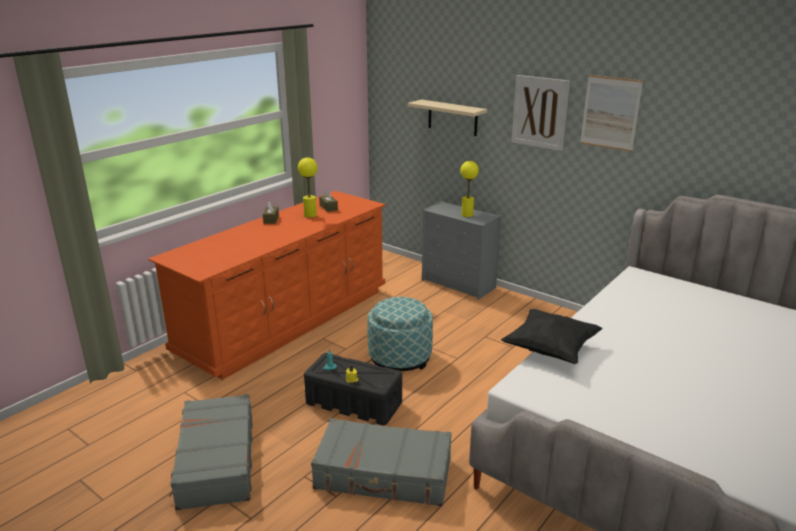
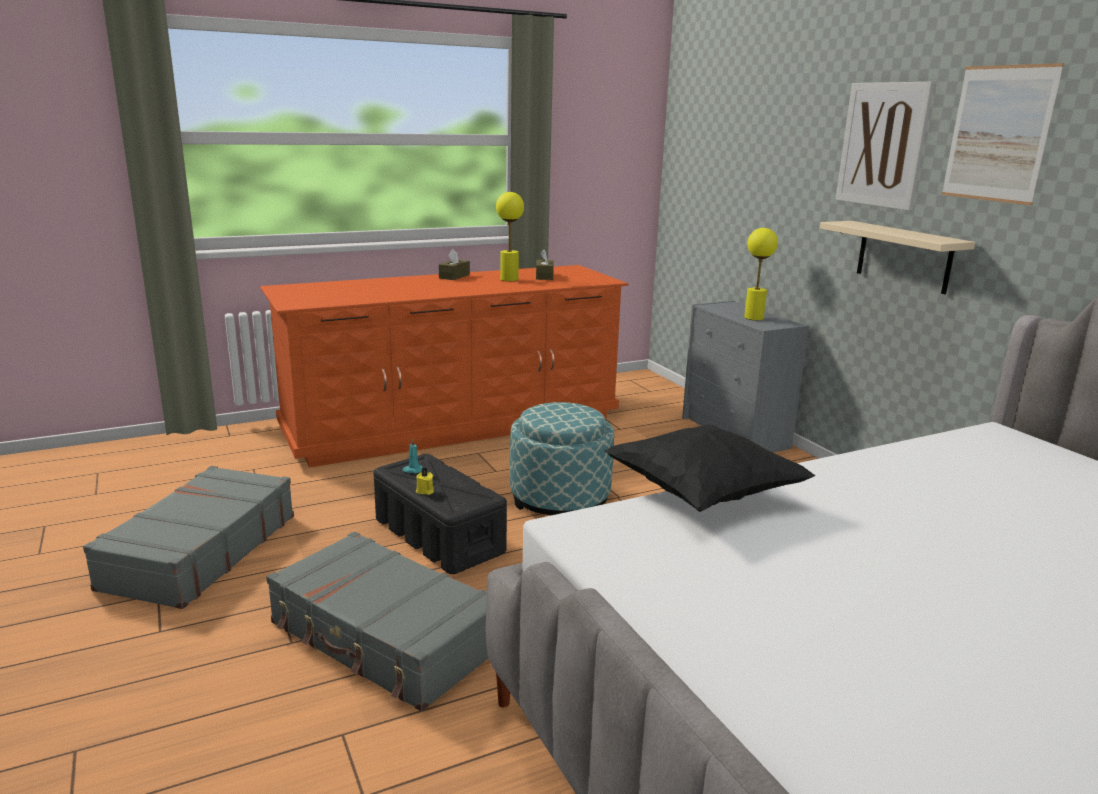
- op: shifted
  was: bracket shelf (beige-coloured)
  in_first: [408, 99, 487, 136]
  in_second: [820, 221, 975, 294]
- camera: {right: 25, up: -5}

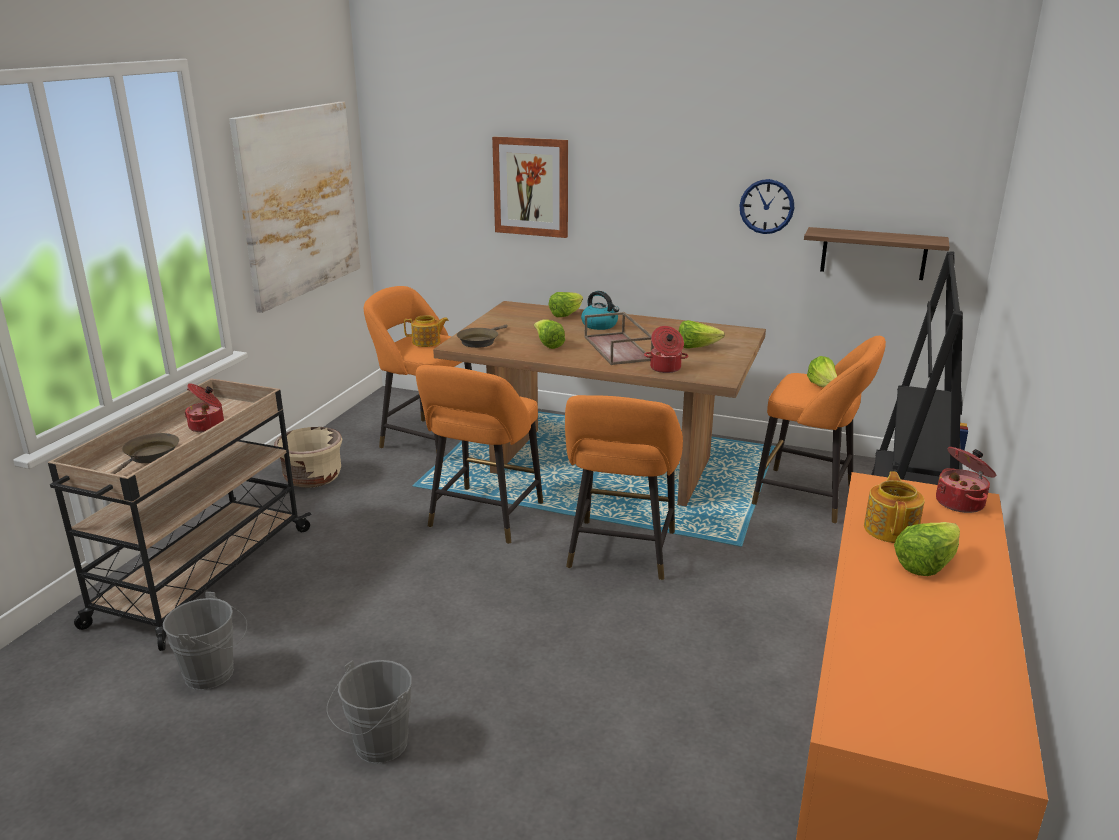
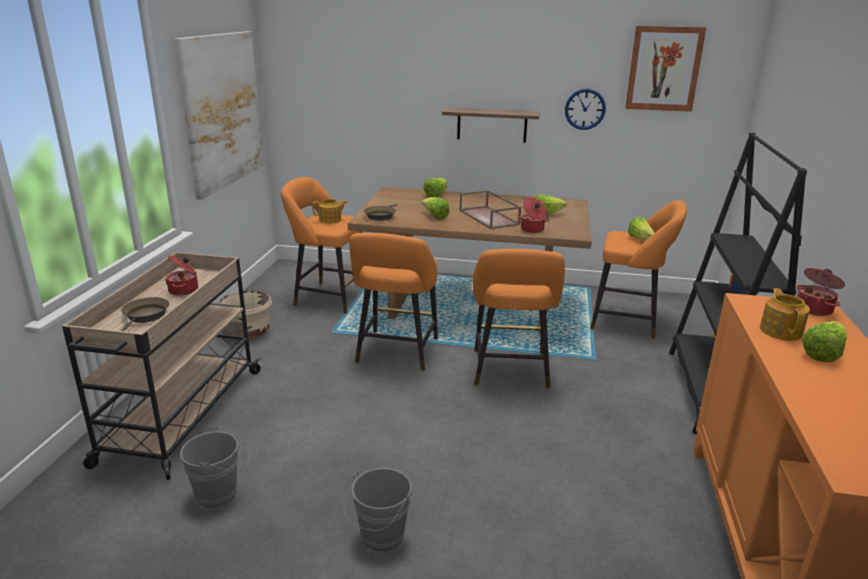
- op: shifted
  was: picture
  in_first: [492, 137, 568, 238]
  in_second: [625, 26, 706, 112]
- op: shifted
  was: bracket shelf
  in_first: [804, 227, 950, 280]
  in_second: [442, 107, 540, 143]
- op: gone
  was: kettle
  in_first: [581, 291, 619, 330]
- camera: {right: -10, up: 0}

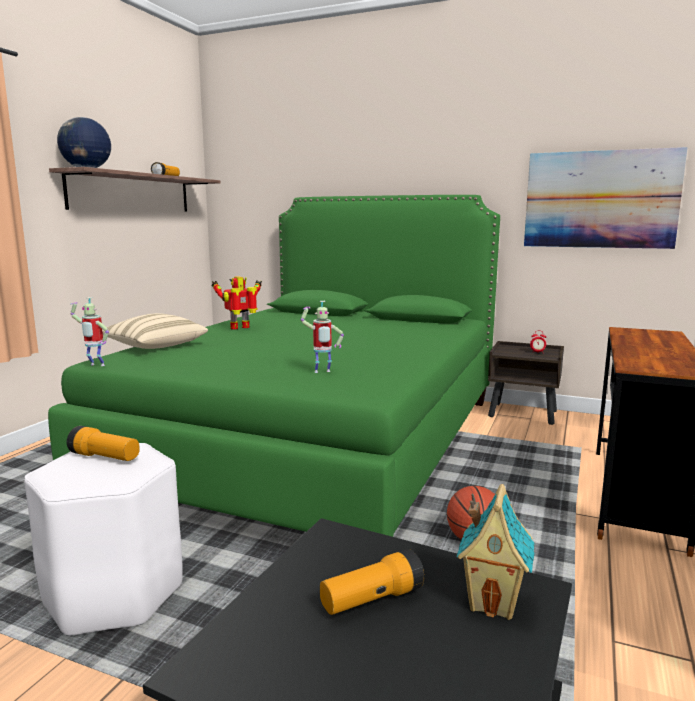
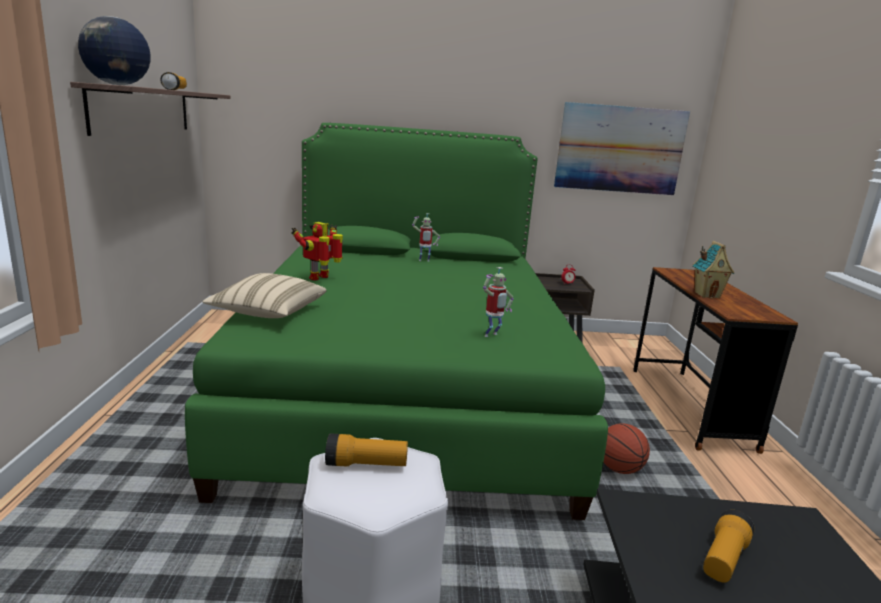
- op: shifted
  was: robot figure
  in_first: [71, 297, 109, 366]
  in_second: [412, 213, 440, 261]
- op: shifted
  was: miniature house
  in_first: [456, 484, 535, 620]
  in_second: [693, 241, 735, 299]
- camera: {right: -25, up: 5}

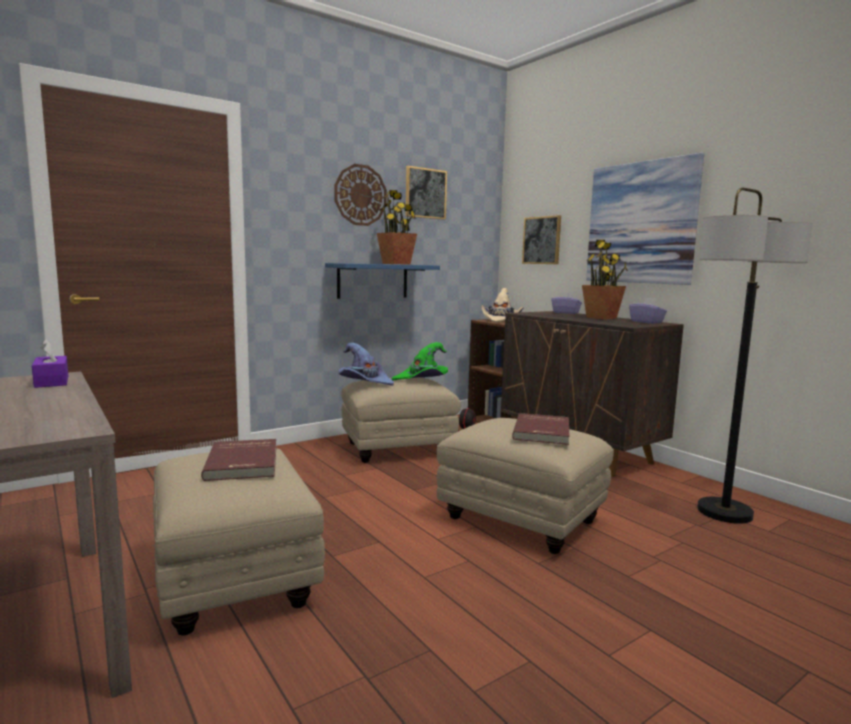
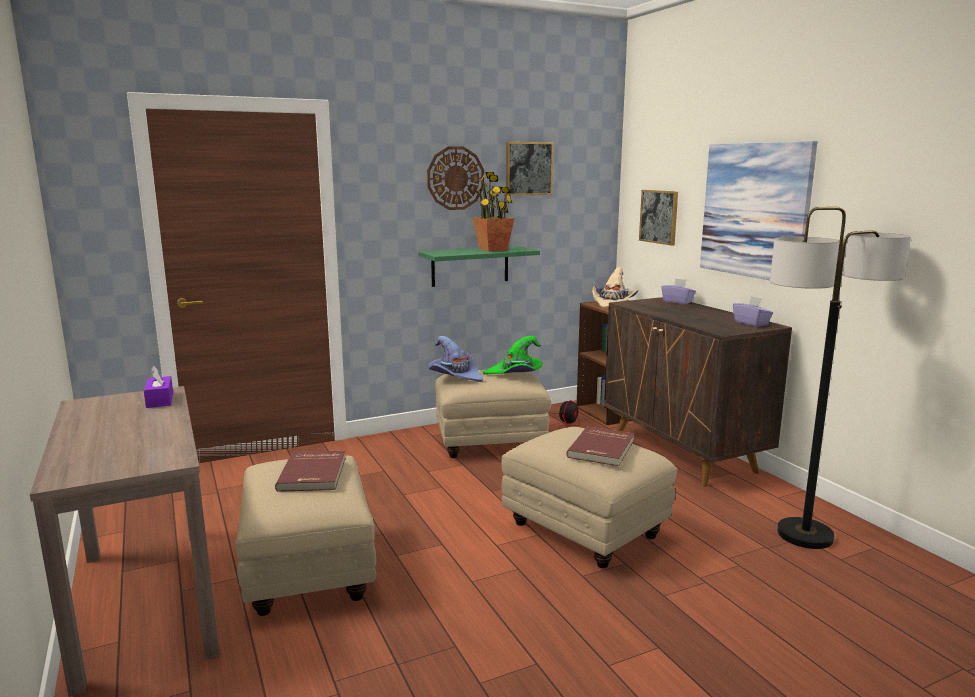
- op: gone
  was: houseplant
  in_first: [582, 240, 628, 320]
- op: repainted
  was: bracket shelf (blue-coloured)
  now: bracket shelf (greenish)
  in_first: [325, 263, 440, 299]
  in_second: [418, 246, 540, 287]
- camera: {right: 10, up: 5}

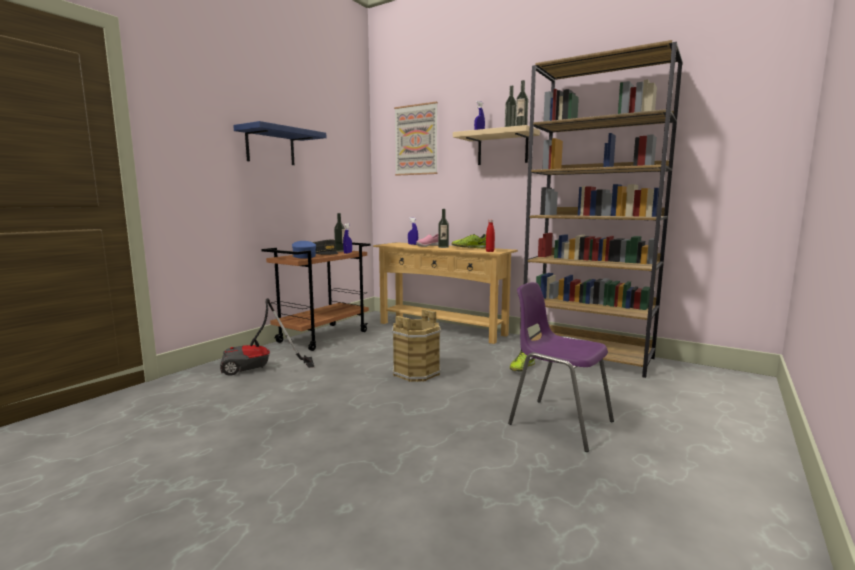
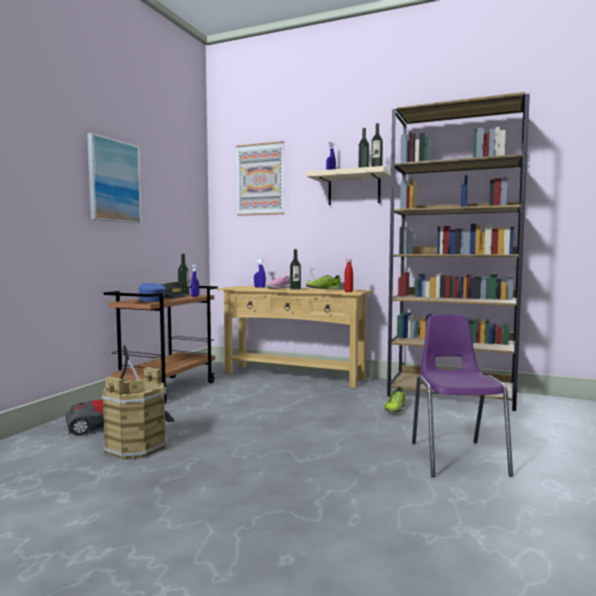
- op: swapped
  was: bracket shelf (blue-coloured)
  now: picture
  in_first: [233, 121, 326, 165]
  in_second: [87, 133, 141, 223]
- op: rotated
  was: upright chair (purple)
  in_first: [508, 282, 614, 452]
  in_second: [412, 314, 513, 477]
  clockwise: 60
- op: shifted
  was: pail (brown)
  in_first: [392, 309, 441, 382]
  in_second: [101, 367, 168, 460]
- camera: {right: -10, up: -5}

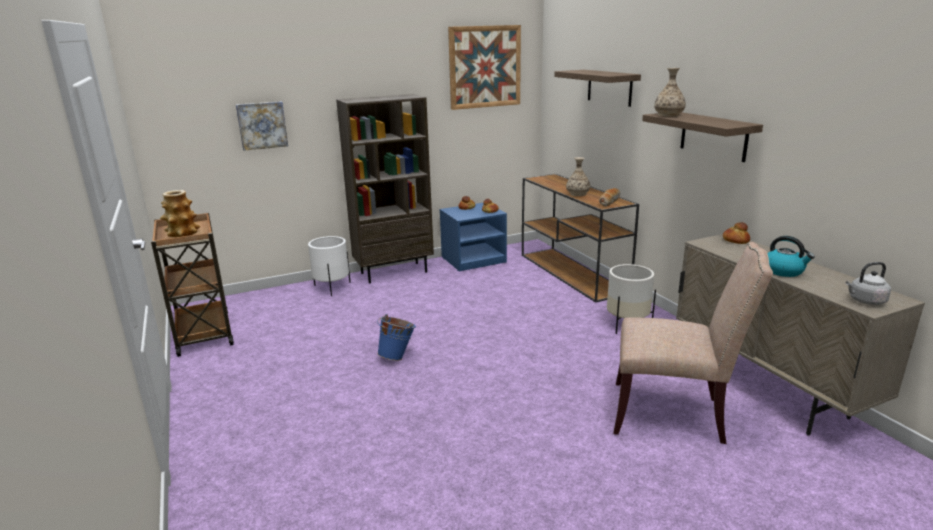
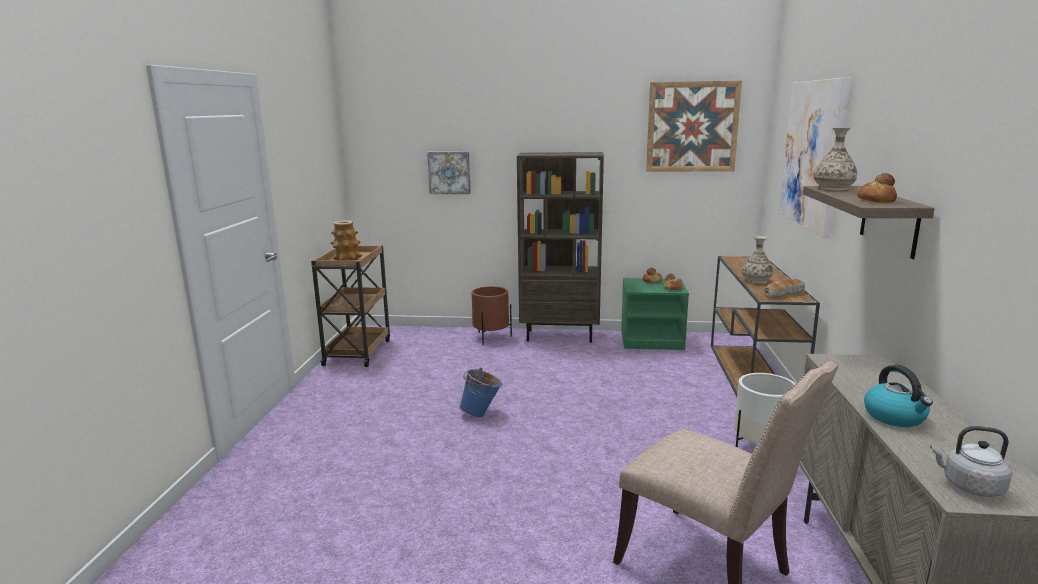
- op: swapped
  was: bracket shelf
  now: picture
  in_first: [554, 70, 641, 107]
  in_second: [779, 77, 851, 237]
- op: repainted
  was: nightstand (blue-coloured)
  now: nightstand (greenish)
  in_first: [440, 203, 507, 271]
  in_second: [621, 278, 689, 350]
- op: shifted
  was: bread
  in_first: [723, 222, 750, 244]
  in_second: [857, 173, 897, 203]
- op: repainted
  was: plant pot (whitish)
  now: plant pot (brown)
  in_first: [308, 236, 351, 296]
  in_second: [472, 286, 512, 345]
- camera: {right: 30, up: -5}

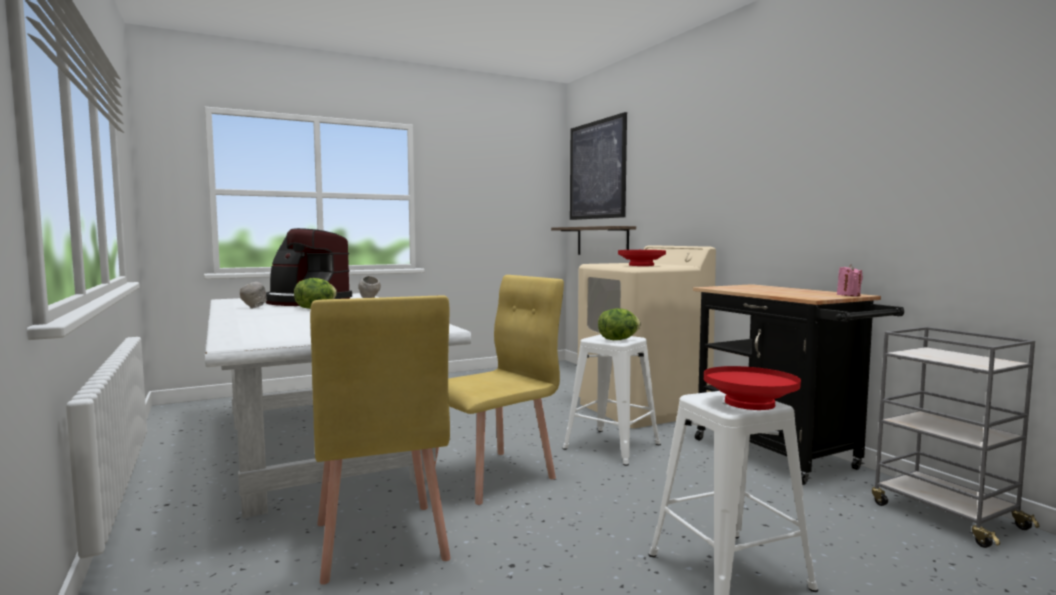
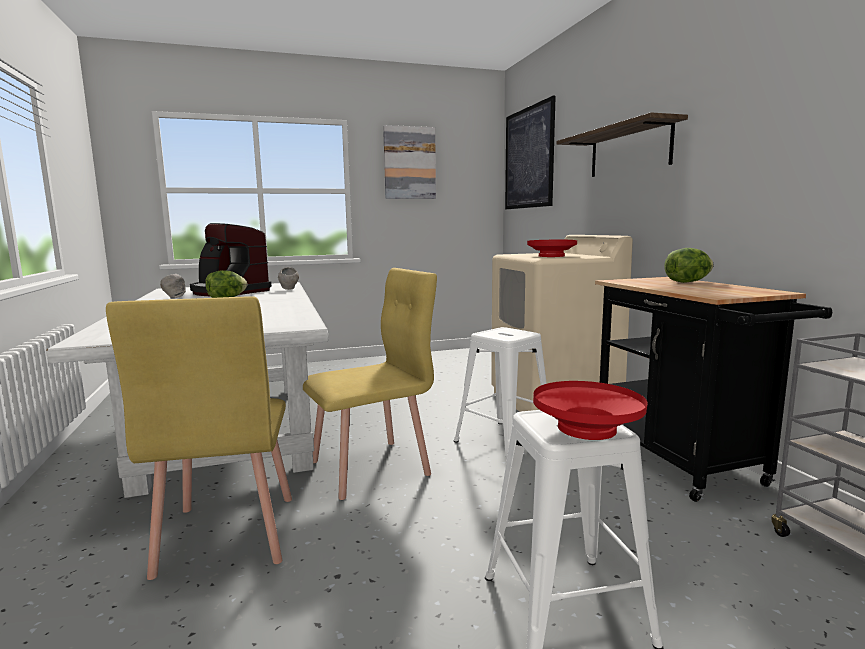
- op: shifted
  was: bracket shelf
  in_first: [551, 226, 636, 255]
  in_second: [556, 112, 688, 177]
- op: gone
  was: wax light (pinkish)
  in_first: [837, 265, 863, 296]
- op: shifted
  was: lettuce head
  in_first: [598, 308, 641, 340]
  in_second: [664, 248, 714, 283]
- op: new
  now: picture
  in_second: [383, 125, 436, 199]
- camera: {right: 10, up: 5}

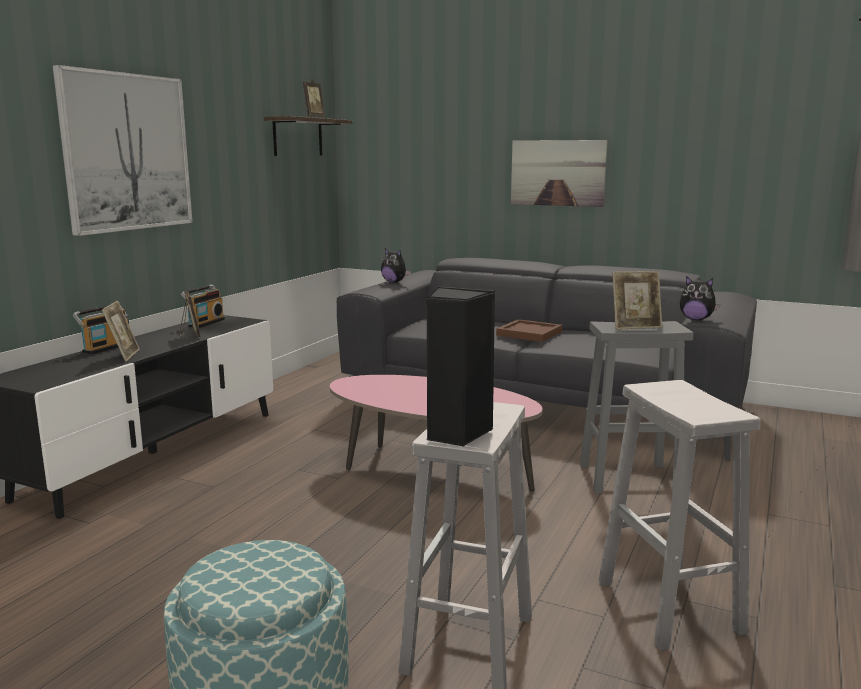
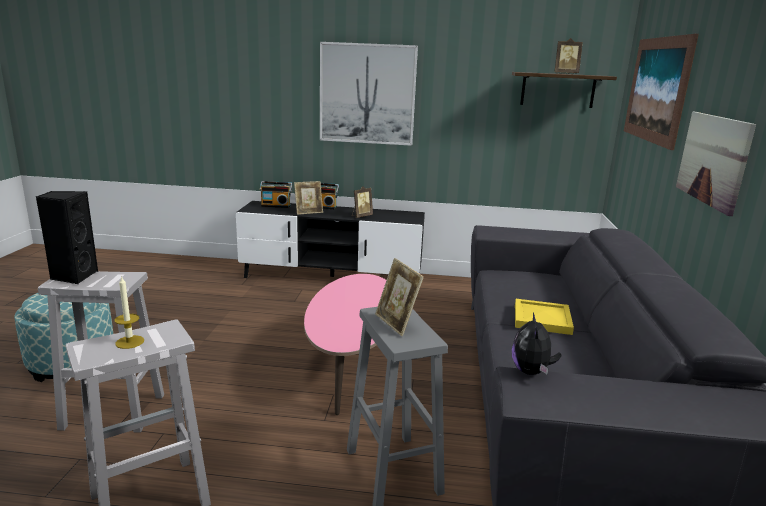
- op: gone
  was: plush toy
  in_first: [381, 249, 411, 283]
- op: shifted
  was: radio receiver
  in_first: [181, 284, 225, 328]
  in_second: [260, 181, 292, 208]
- op: repainted
  was: tray (brown)
  now: tray (yellowish)
  in_first: [496, 319, 563, 342]
  in_second: [515, 299, 574, 335]
- op: new
  now: picture
  in_second: [624, 34, 699, 150]
- op: new
  now: wax light
  in_second: [114, 276, 144, 349]
- camera: {right: 70, up: 5}

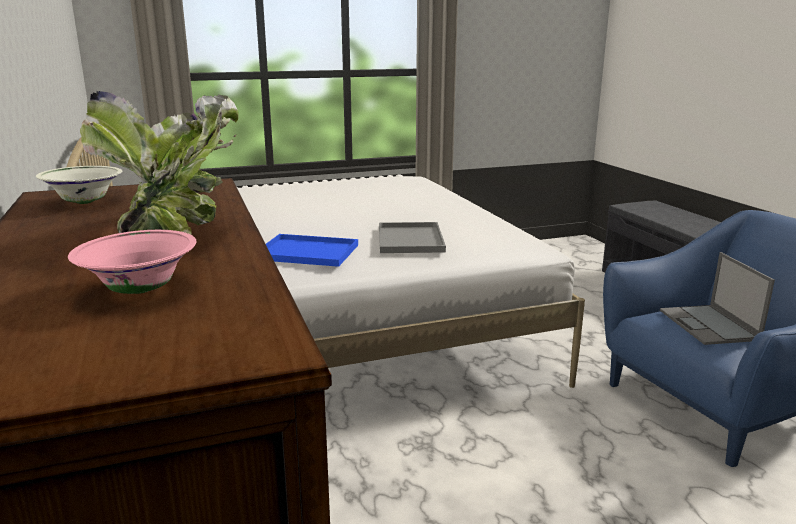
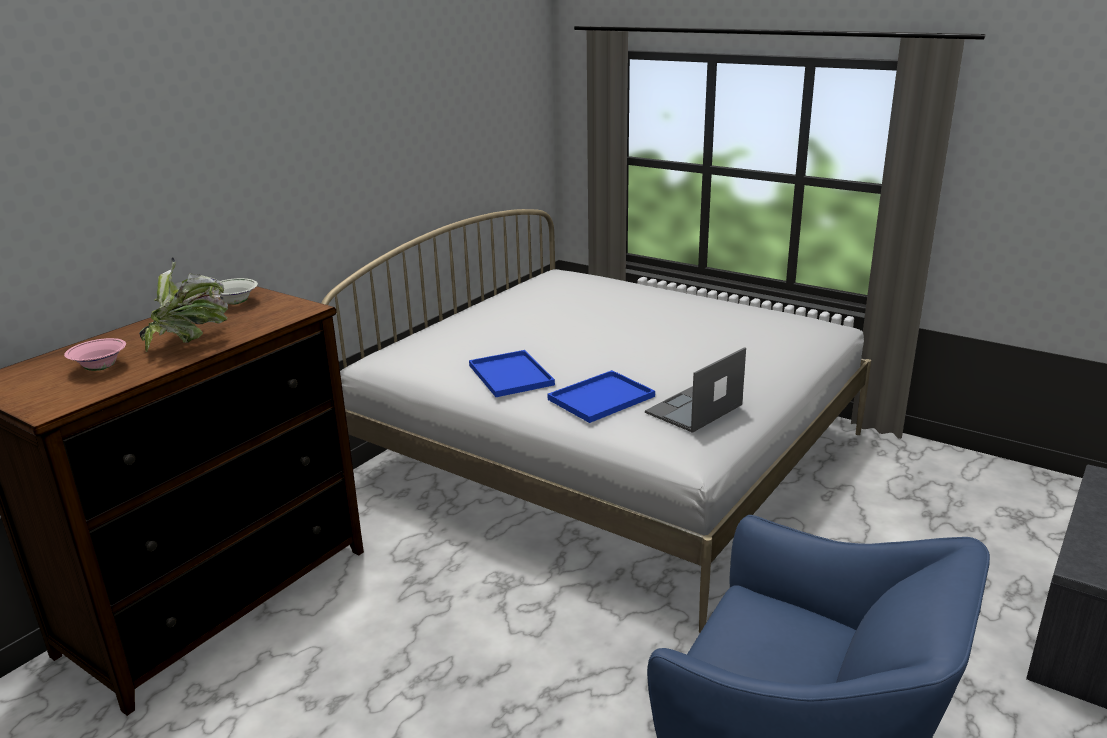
- op: repainted
  was: tray (grey)
  now: tray (blue-coloured)
  in_first: [379, 222, 446, 253]
  in_second: [548, 370, 655, 423]
- op: shifted
  was: laptop
  in_first: [660, 252, 775, 345]
  in_second: [645, 347, 746, 433]
- camera: {right: 55, up: 5}

